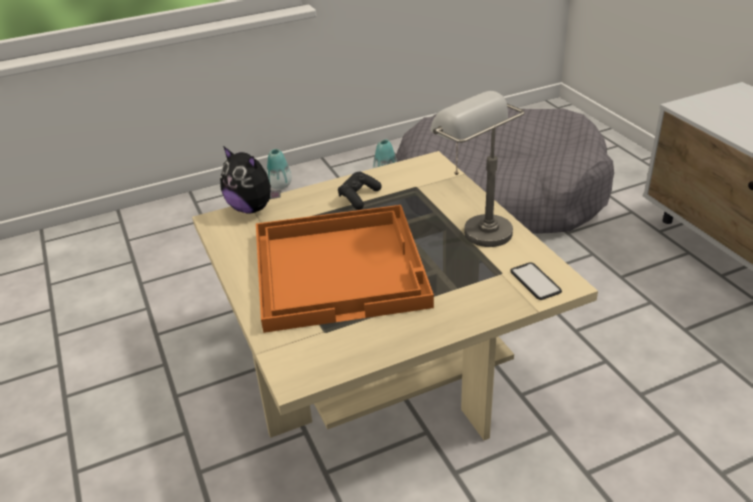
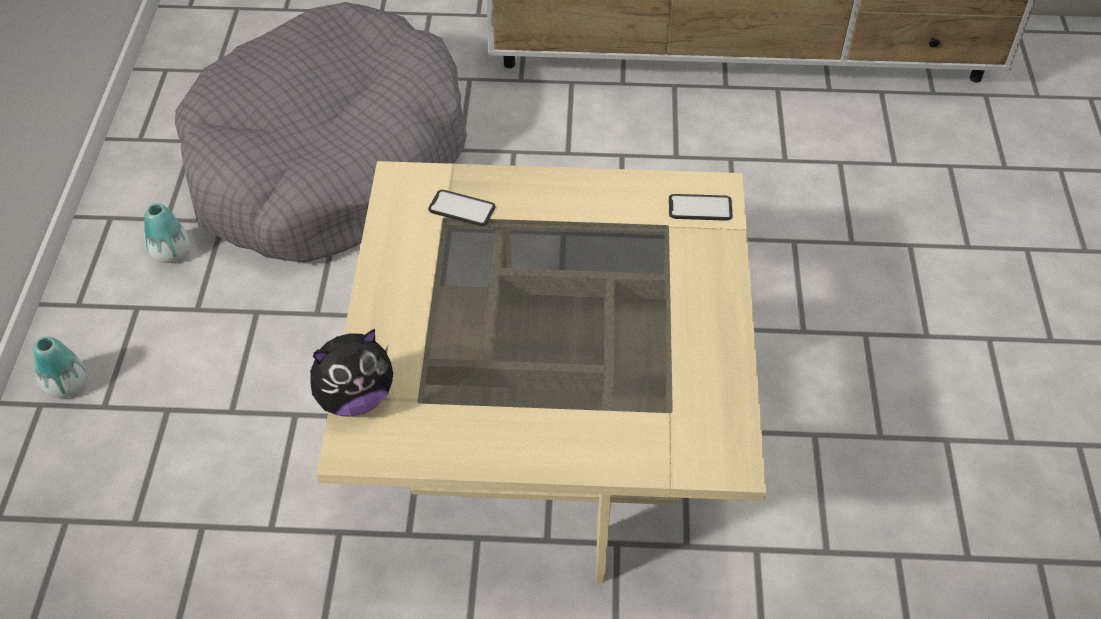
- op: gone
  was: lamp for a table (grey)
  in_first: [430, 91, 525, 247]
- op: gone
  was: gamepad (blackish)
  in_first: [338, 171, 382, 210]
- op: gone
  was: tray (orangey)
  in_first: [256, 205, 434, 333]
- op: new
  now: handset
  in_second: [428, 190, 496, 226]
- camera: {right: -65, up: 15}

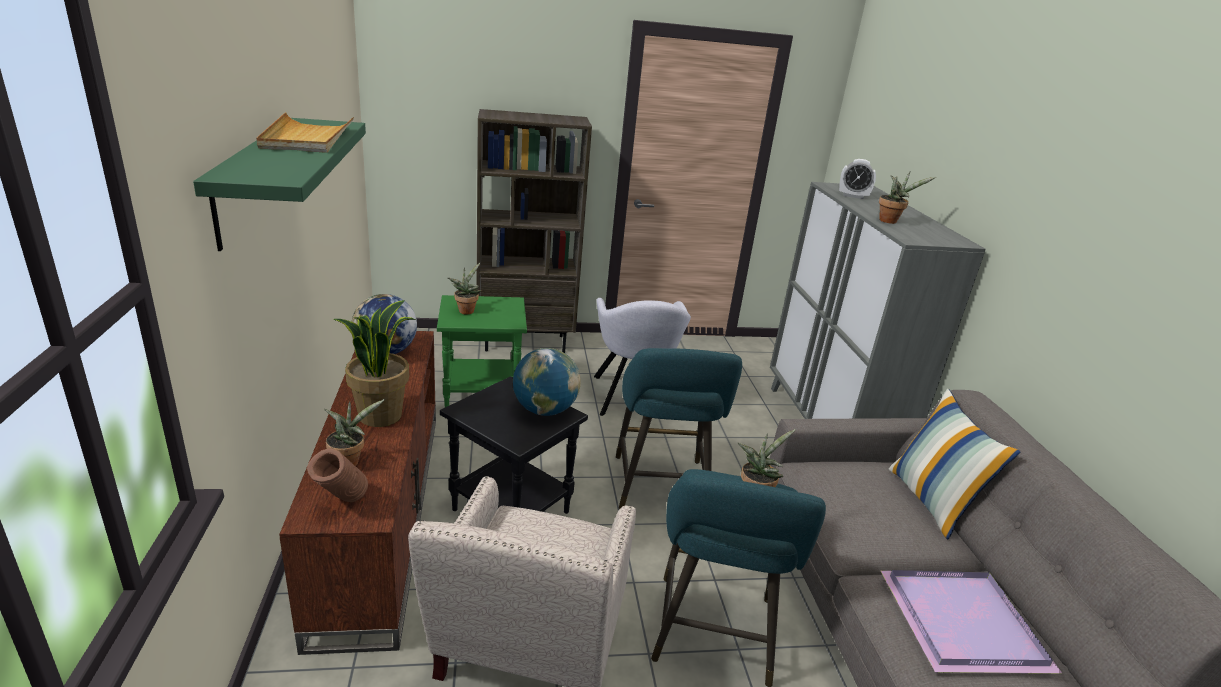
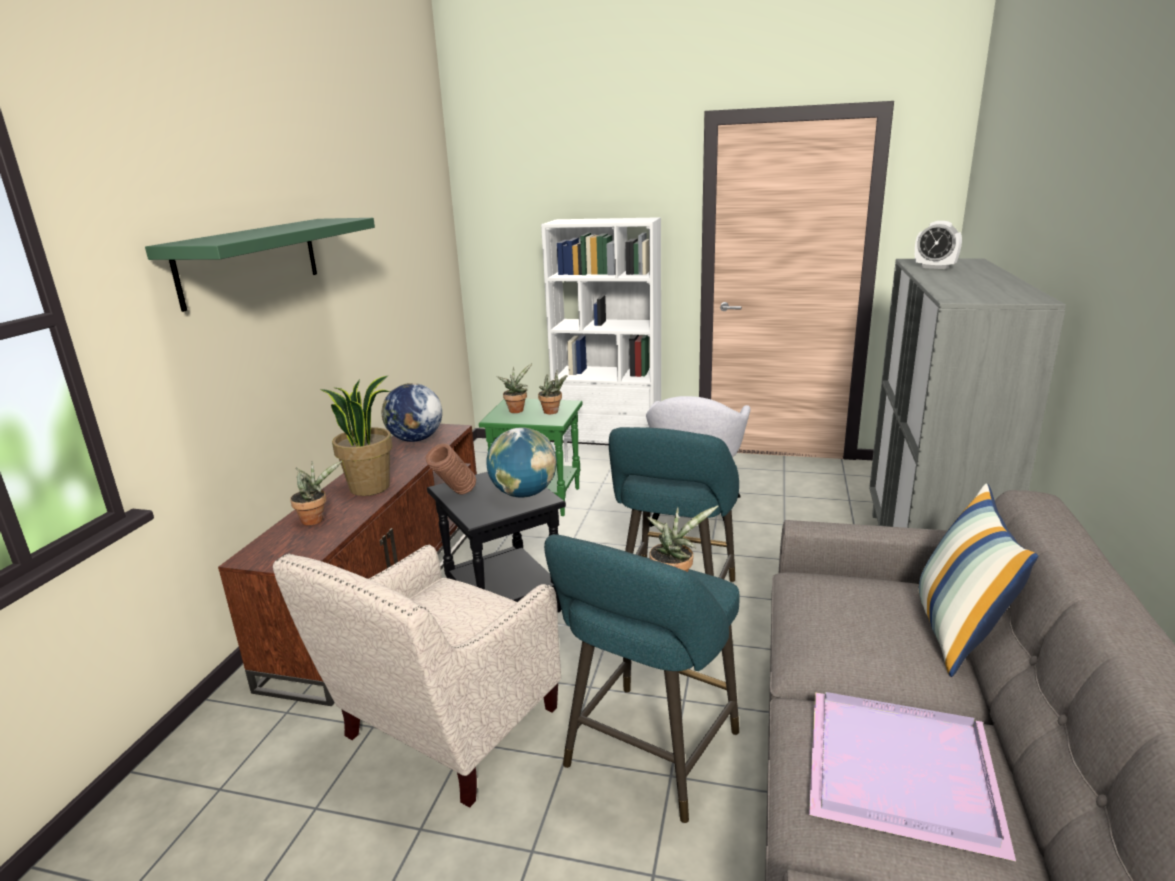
- op: repainted
  was: bookshelf (brown)
  now: bookshelf (whitish)
  in_first: [476, 109, 592, 353]
  in_second: [541, 217, 661, 462]
- op: gone
  was: tray (beige-coloured)
  in_first: [256, 112, 354, 153]
- op: shifted
  was: houseplant
  in_first: [879, 171, 936, 224]
  in_second: [538, 370, 568, 414]
- op: shifted
  was: flower vase (brown)
  in_first: [307, 449, 368, 502]
  in_second: [426, 443, 476, 495]
- camera: {right: 25, up: -5}

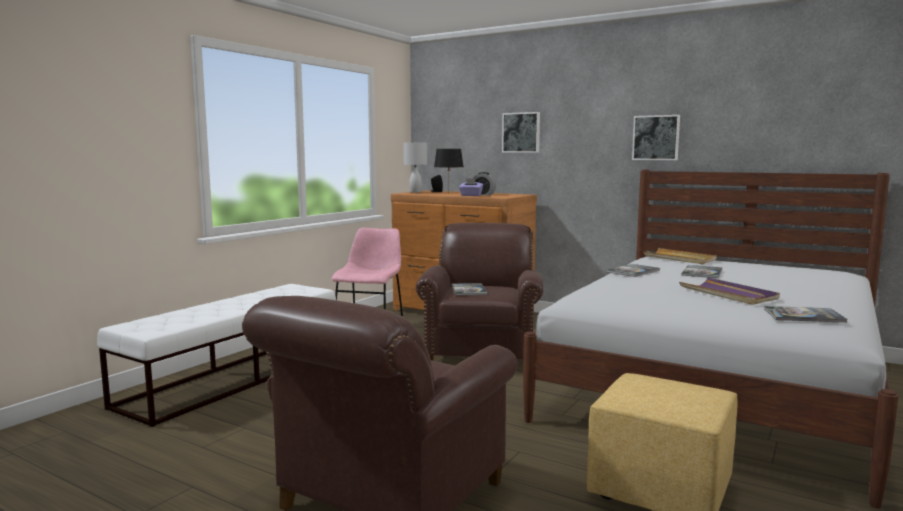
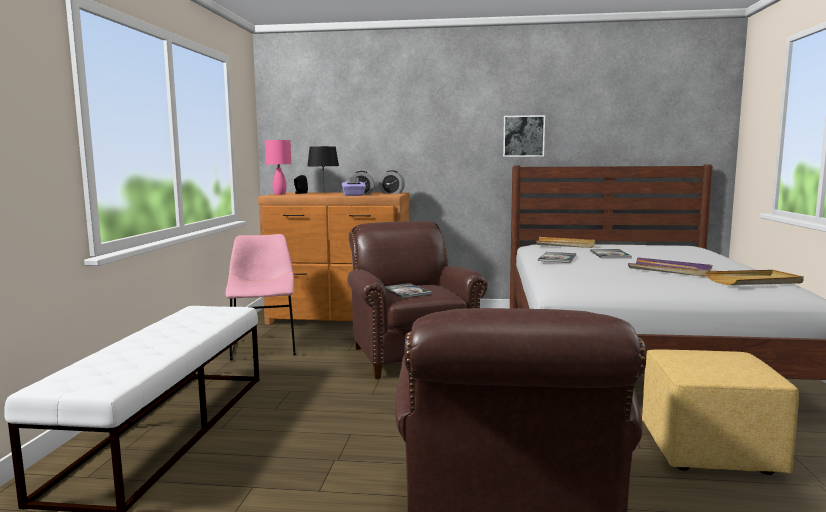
- op: gone
  was: picture
  in_first: [502, 112, 540, 153]
- op: repainted
  was: lamp for a table (whitish)
  now: lamp for a table (pinkish)
  in_first: [404, 142, 427, 193]
  in_second: [265, 139, 291, 195]
- op: swapped
  was: bound book
  now: tray (beige-coloured)
  in_first: [764, 306, 848, 323]
  in_second: [705, 270, 804, 285]
- op: new
  now: bedside clock
  in_second: [379, 170, 405, 194]
- camera: {right: -25, up: 0}

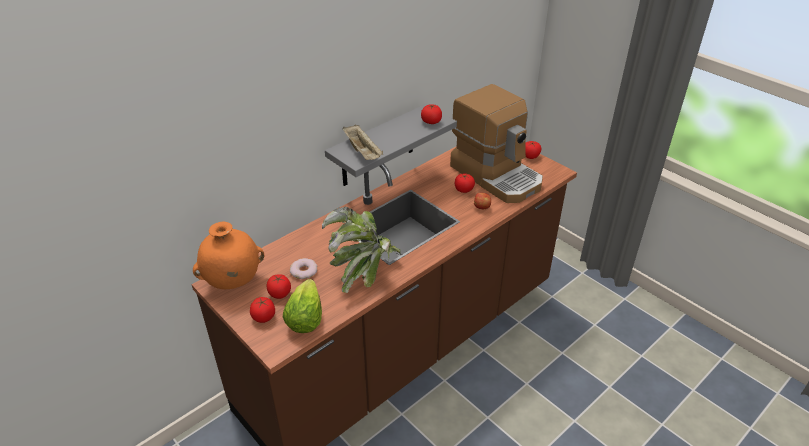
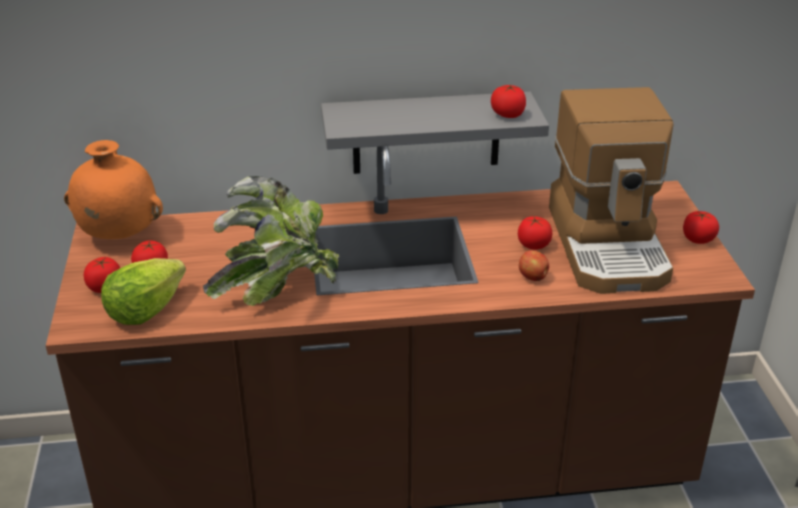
- op: gone
  was: tray (beige-coloured)
  in_first: [343, 125, 383, 160]
- op: gone
  was: donut
  in_first: [290, 258, 317, 279]
- camera: {right: 35, up: -5}

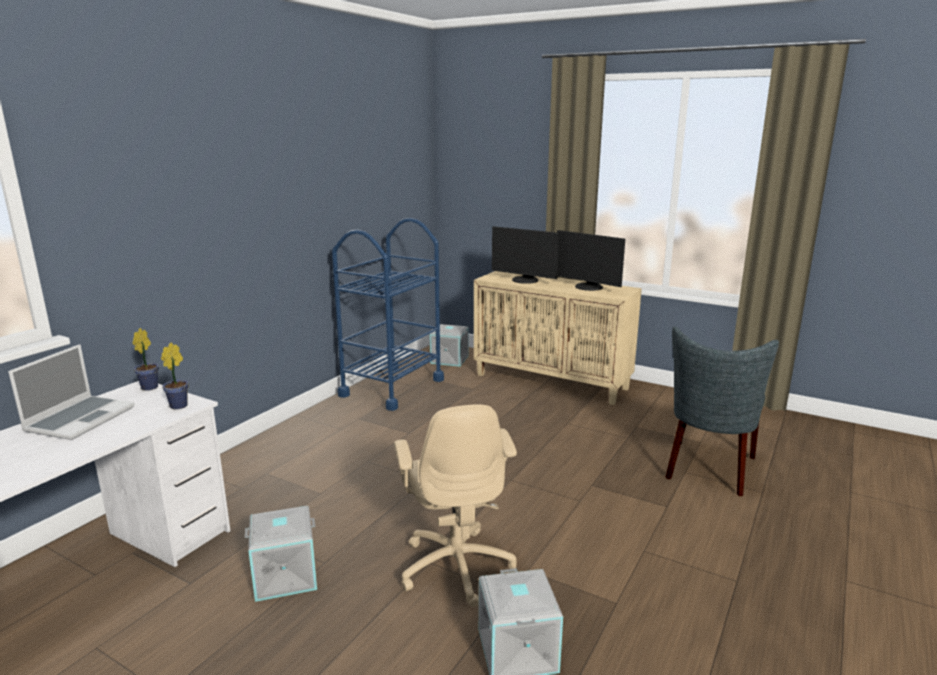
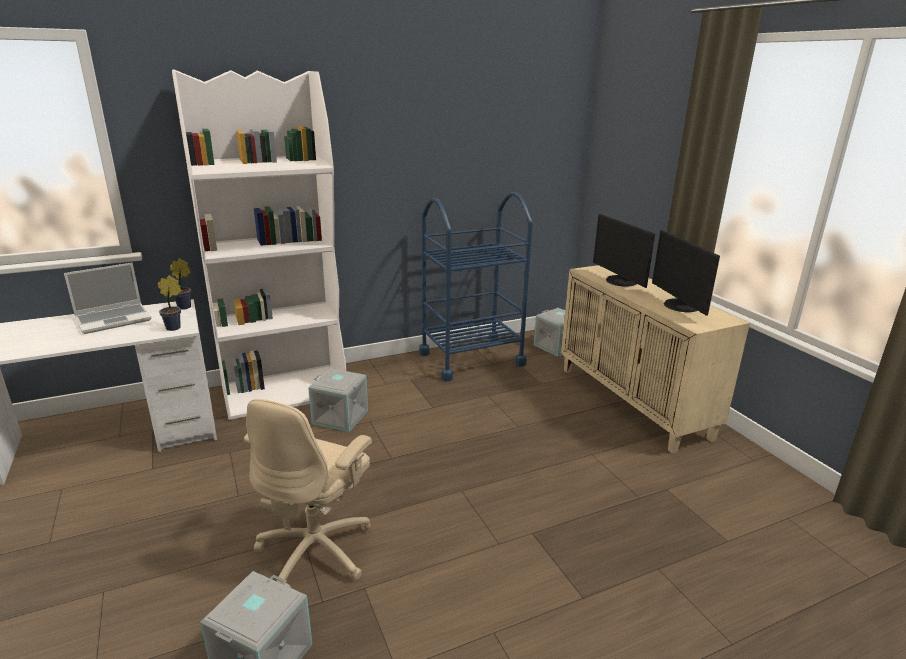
- op: gone
  was: upright chair (grey)
  in_first: [665, 326, 779, 496]
- op: shifted
  was: storage container (grey)
  in_first: [245, 506, 317, 602]
  in_second: [308, 368, 368, 432]
- op: new
  now: bookshelf (whitish)
  in_second: [172, 70, 346, 420]
- camera: {right: 35, up: 5}

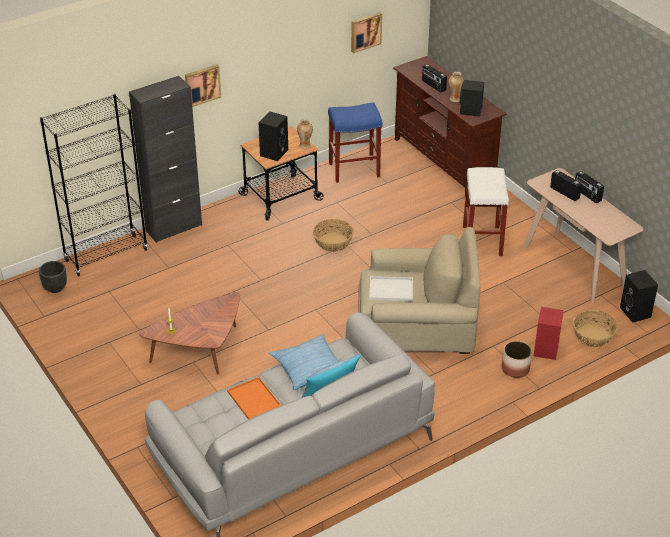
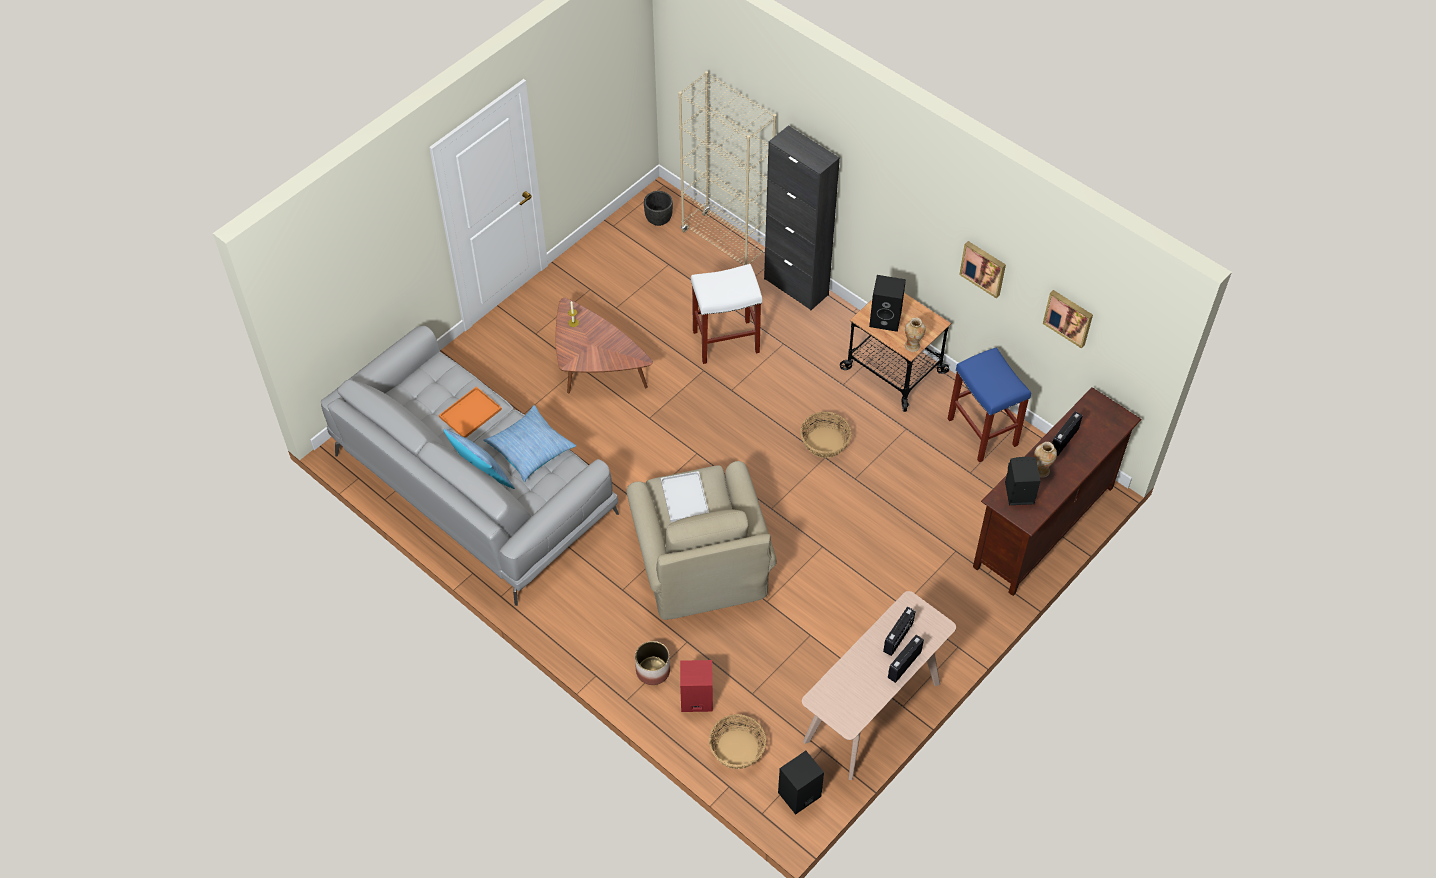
- op: shifted
  was: picture
  in_first: [185, 64, 221, 107]
  in_second: [959, 241, 1006, 298]
- op: repainted
  was: bookshelf (blackish)
  now: bookshelf (beige-coloured)
  in_first: [40, 94, 148, 276]
  in_second: [678, 71, 776, 265]
- op: shifted
  was: sitting stool (whitish)
  in_first: [463, 167, 509, 256]
  in_second: [691, 264, 762, 364]
- camera: {right: 75, up: 15}

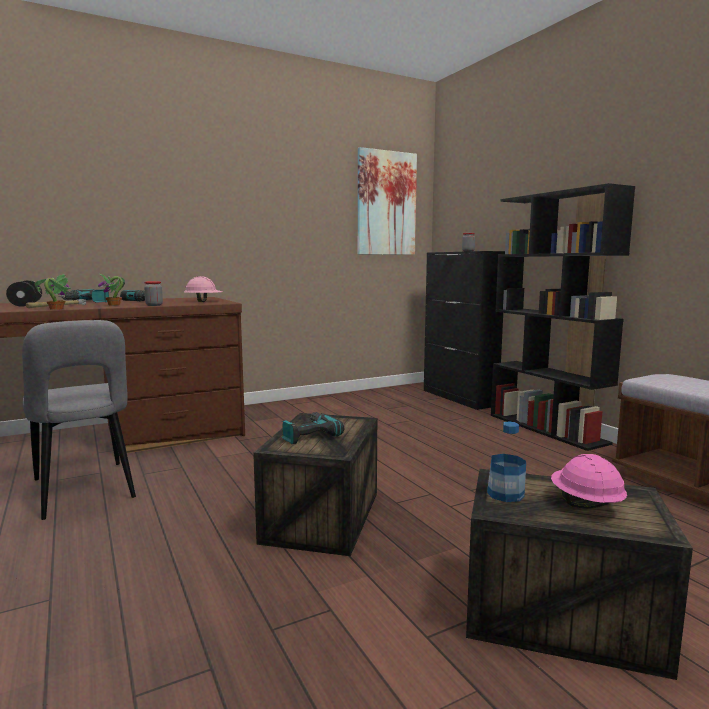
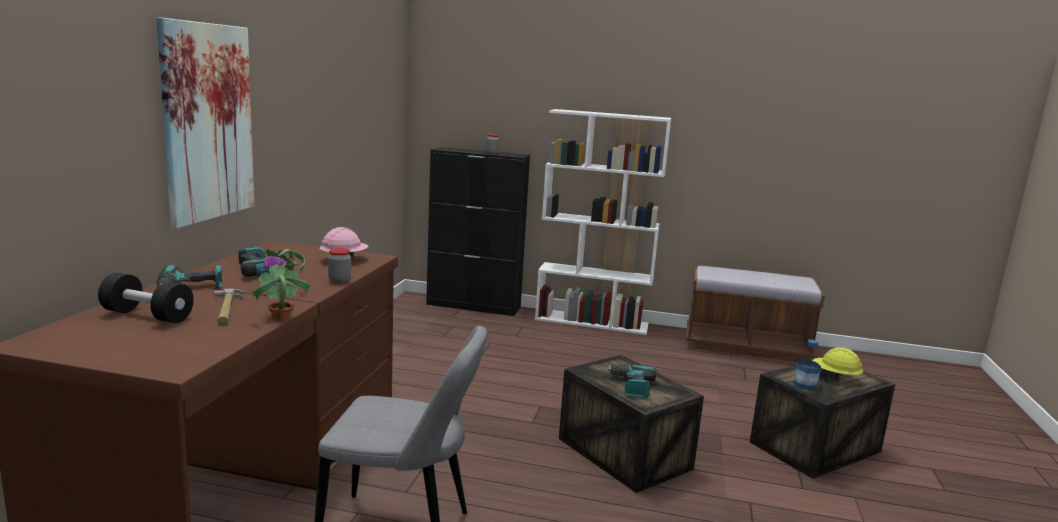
- op: shifted
  was: picture
  in_first: [358, 147, 417, 255]
  in_second: [157, 17, 254, 228]
- op: repainted
  was: bookshelf (blackish)
  now: bookshelf (whitish)
  in_first: [491, 183, 635, 451]
  in_second: [535, 109, 671, 335]
- op: repainted
  was: hard hat (pinkish)
  now: hard hat (yellowish)
  in_first: [551, 454, 627, 508]
  in_second: [812, 348, 863, 381]
- camera: {right: -50, up: 5}

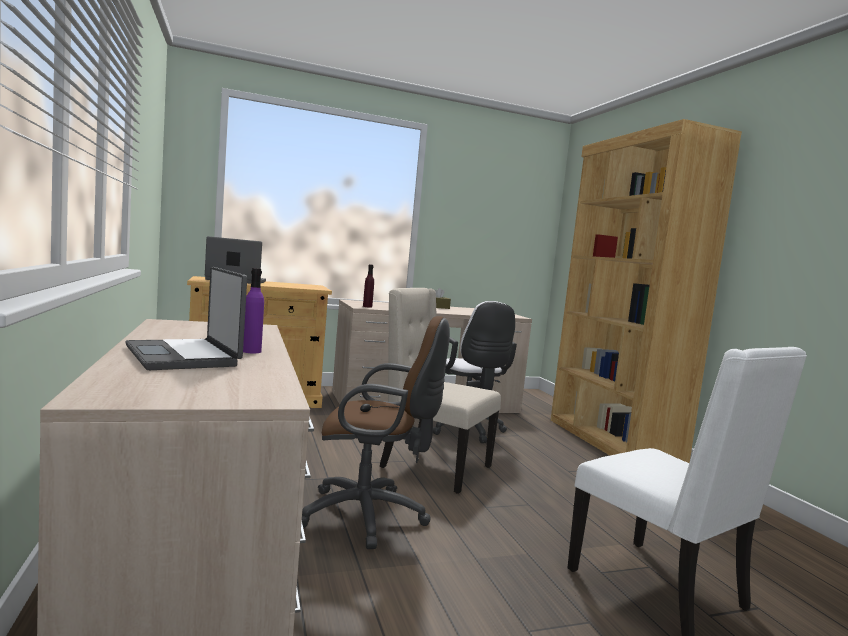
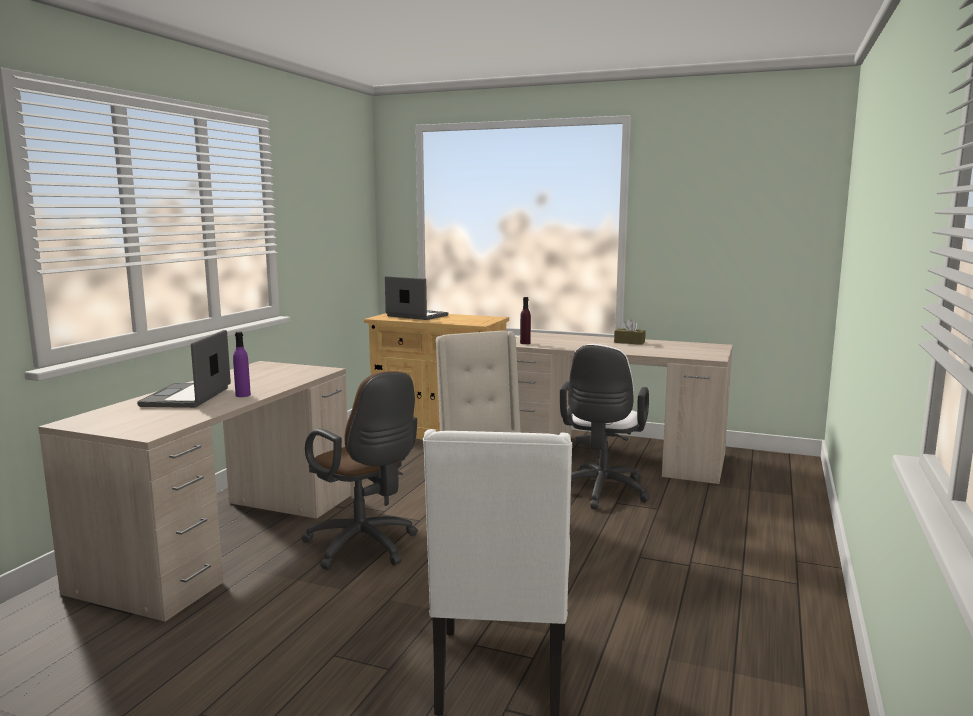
- op: gone
  was: bookshelf (brown)
  in_first: [551, 119, 742, 463]
- camera: {right: 40, up: 5}

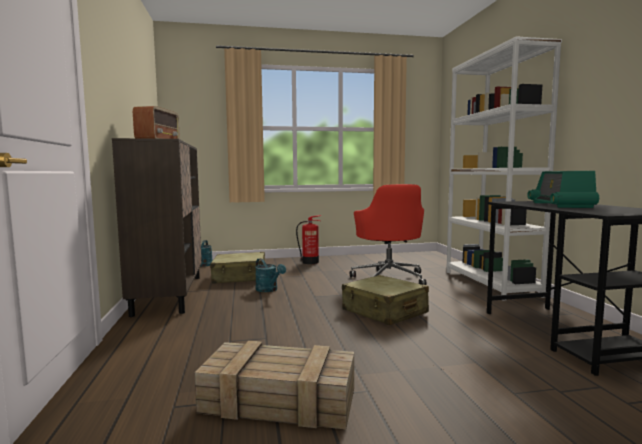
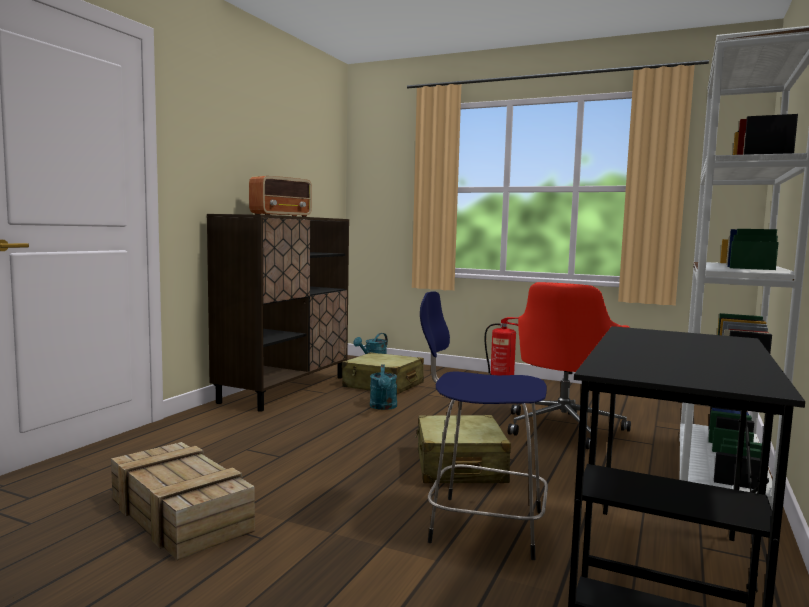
- op: gone
  was: radio receiver
  in_first: [527, 171, 599, 208]
- op: new
  now: sitting stool (blue-coloured)
  in_second: [420, 291, 548, 560]
- camera: {right: 35, up: 0}

